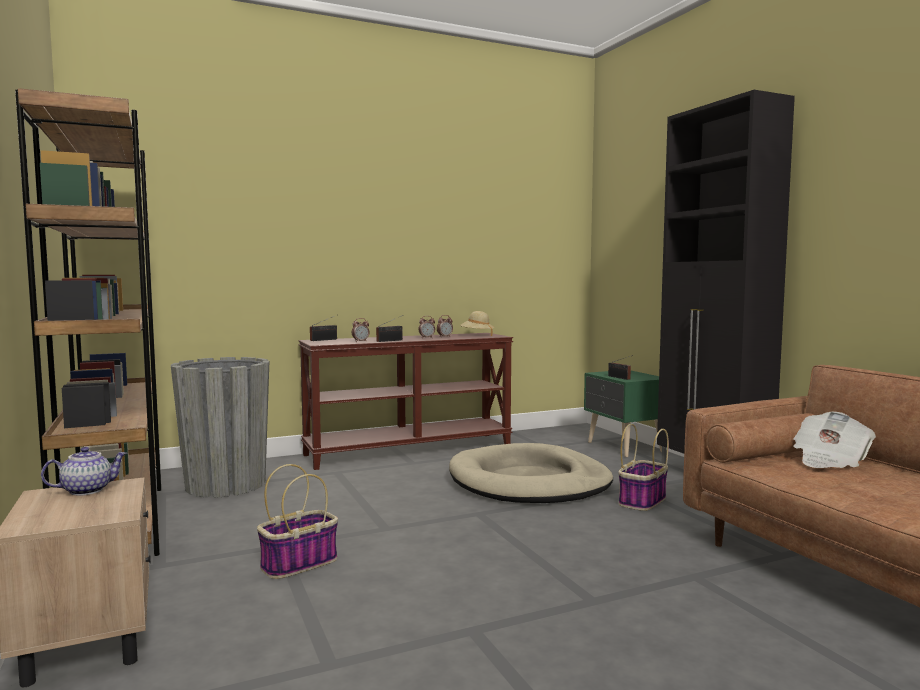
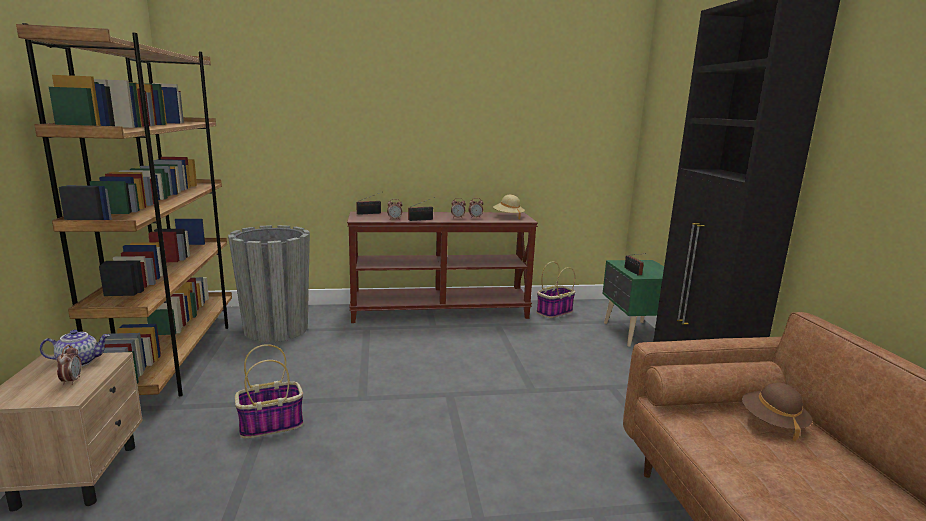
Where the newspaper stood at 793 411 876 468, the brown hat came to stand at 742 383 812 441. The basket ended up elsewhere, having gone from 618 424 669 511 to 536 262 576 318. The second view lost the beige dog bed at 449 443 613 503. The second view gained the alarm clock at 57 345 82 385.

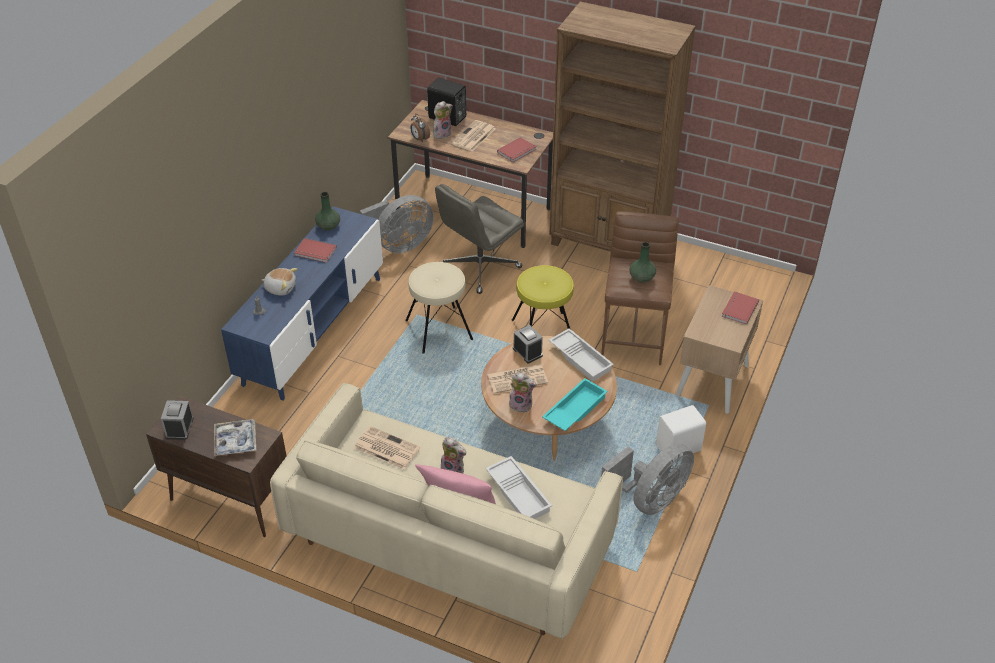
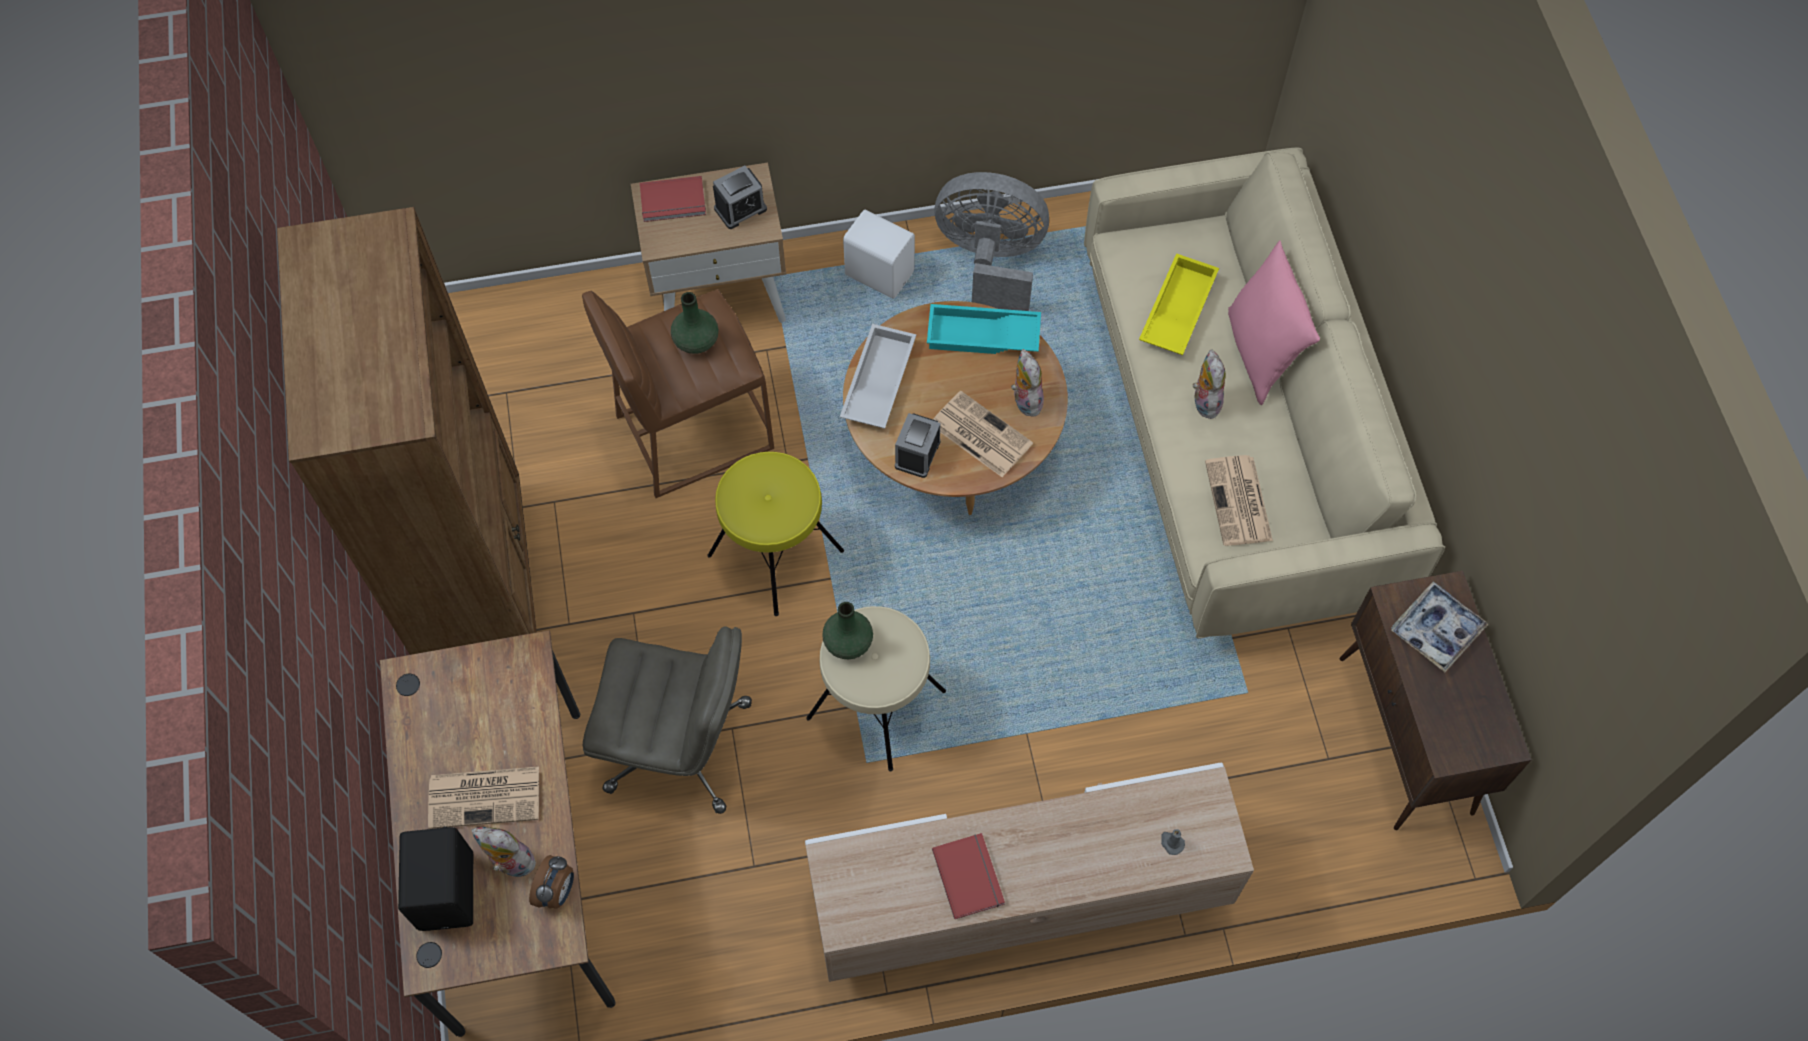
The second view lost the red book at 497 137 537 162. The green vase ended up elsewhere, having gone from 315 192 340 231 to 822 602 873 659. The second view lost the grey fan at 360 195 434 253. What was the blue tv stand at 221 206 383 400 turned into the beige tv stand at 805 763 1254 982. The second view lost the plush toy at 262 268 297 296. The alarm clock ended up elsewhere, having gone from 161 400 194 440 to 713 165 767 229. What was the white tray at 486 456 552 519 turned into the yellow tray at 1139 253 1219 355.

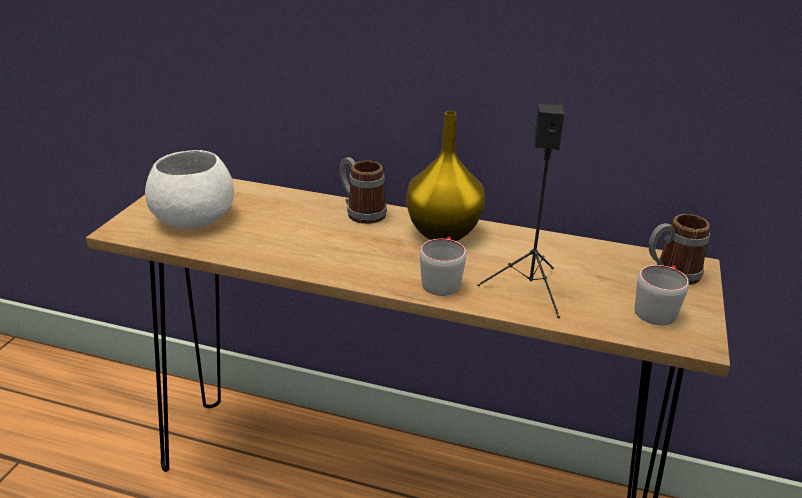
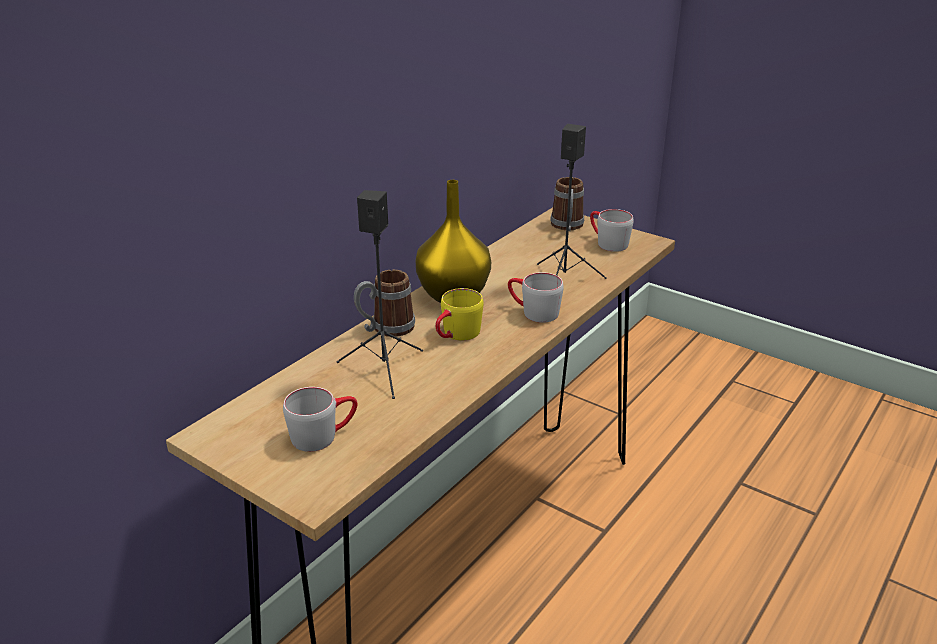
Where the white bowl stood at 145 150 234 229, the grey mug came to stand at 283 387 357 452. The second view gained the black speaker at 336 190 423 399. The second view gained the yellow mug at 435 288 484 340.

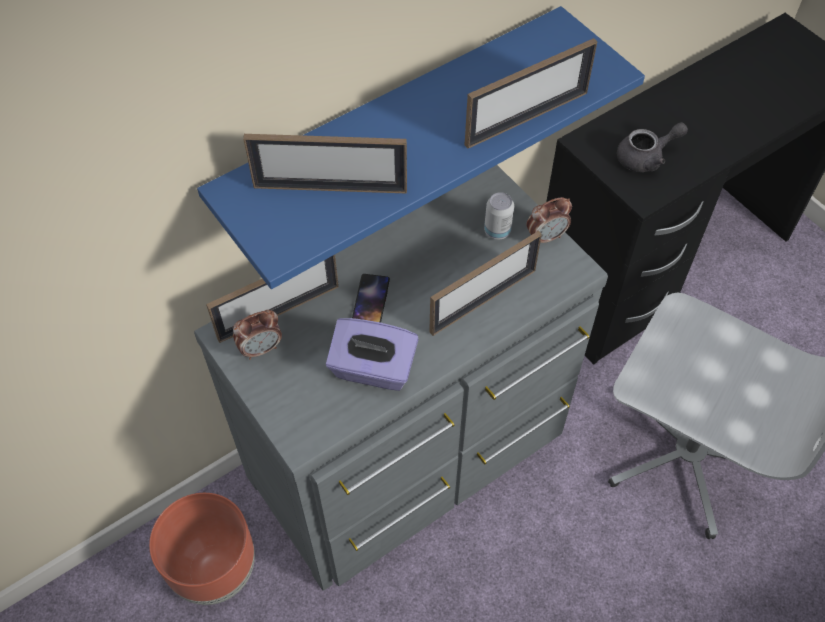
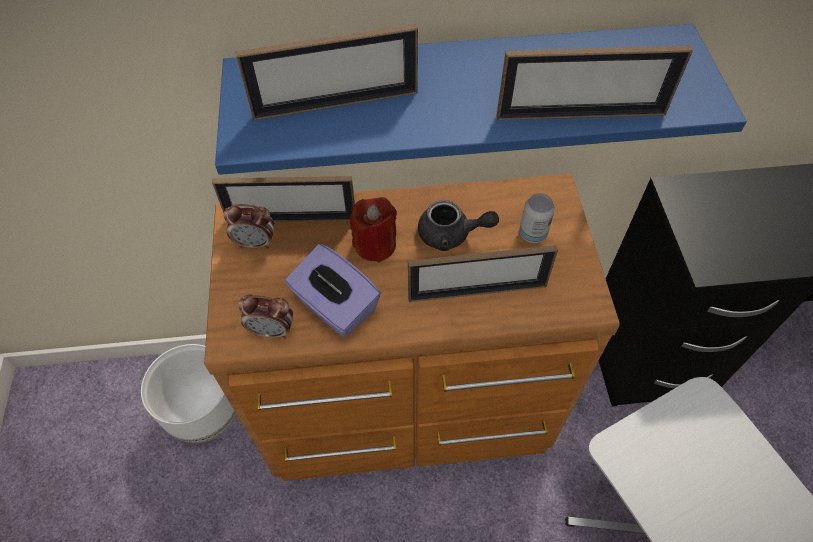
The grey teapot ended up elsewhere, having gone from 617 122 688 172 to 418 200 499 251. The picture frame at 243 134 407 193 ended up facing another way, 45 degrees counterclockwise from before. What was the grey dresser at 194 165 608 591 turned into the brown dresser at 204 174 620 481. The alarm clock ended up elsewhere, having gone from 526 197 572 243 to 238 295 293 338. Where the phone stood at 352 274 390 323, the red candle came to stand at 350 197 397 262. What was the brown planter at 149 493 255 605 turned into the white planter at 141 344 237 443.

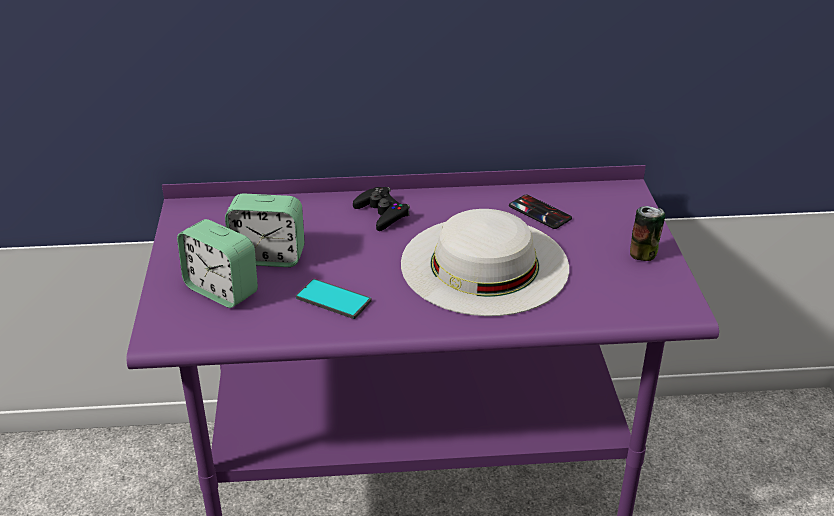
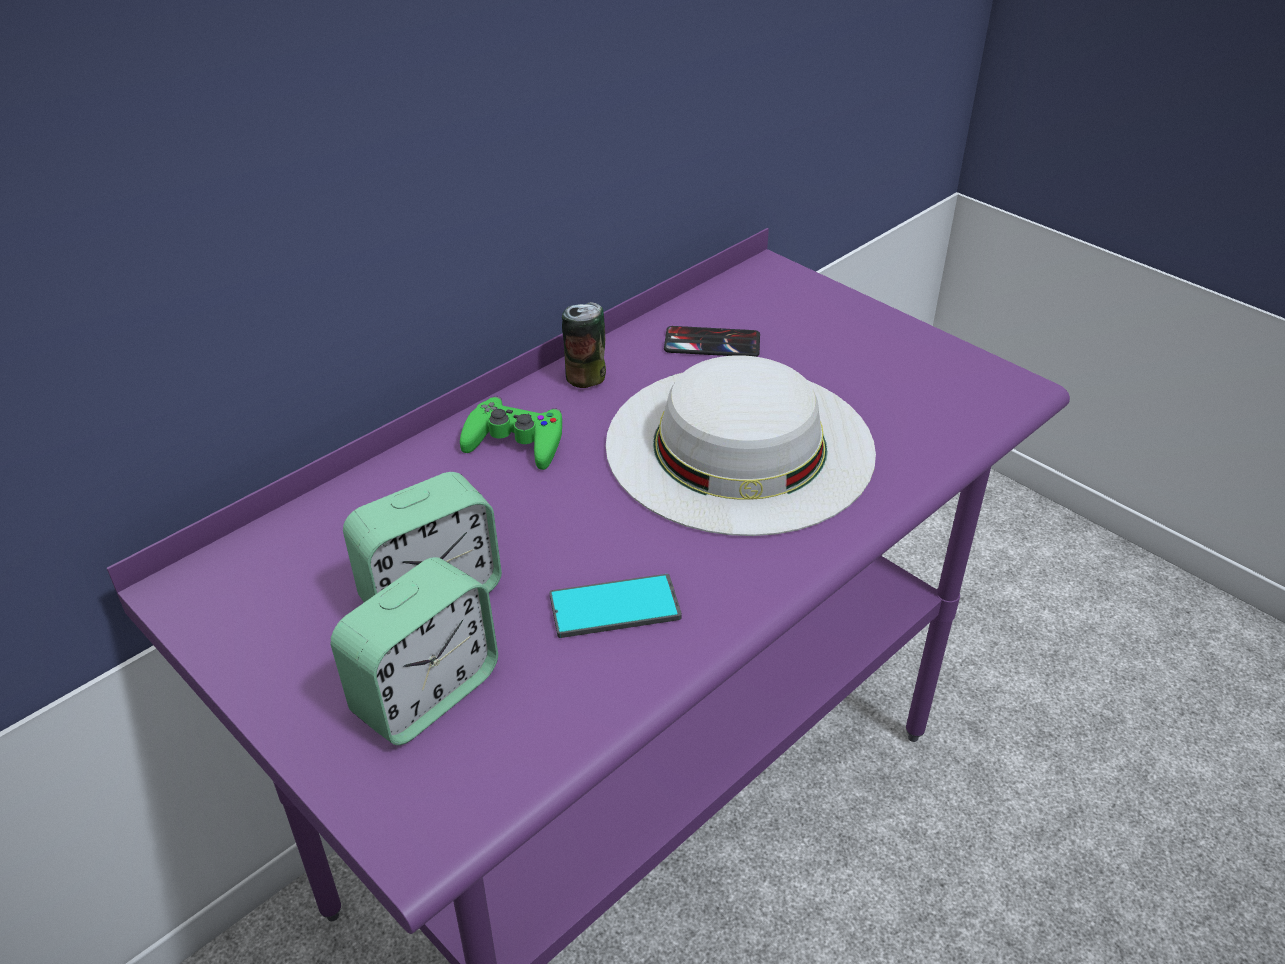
What was the black game controller at 353 187 410 231 turned into the green game controller at 460 396 562 470. The can ended up elsewhere, having gone from 630 206 665 261 to 562 302 606 388. The alarm clock at 177 219 258 308 ended up facing another way, 45 degrees counterclockwise from before.

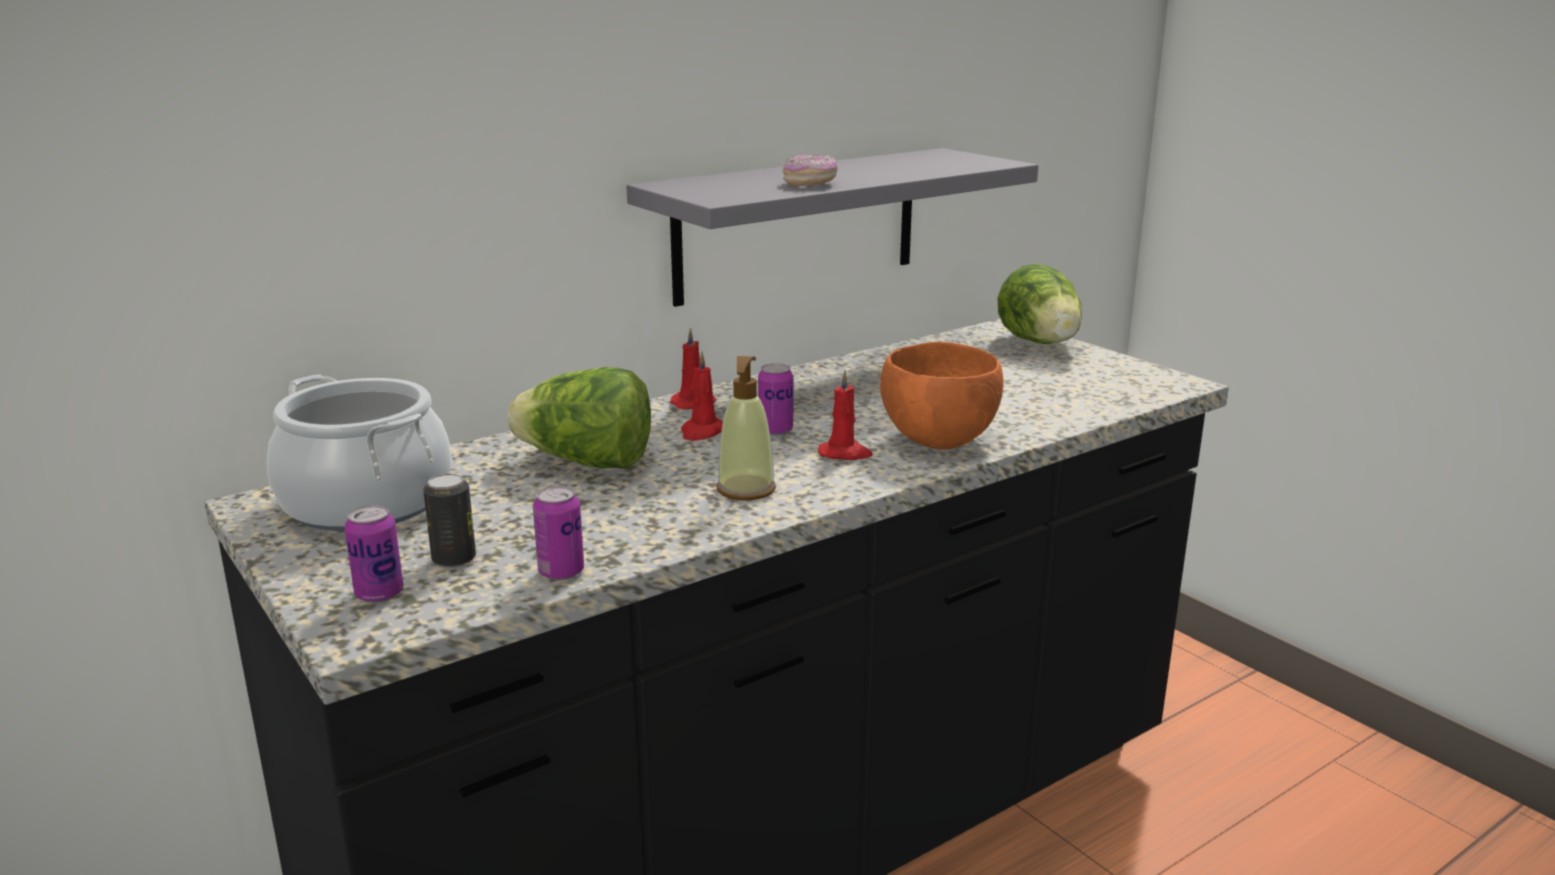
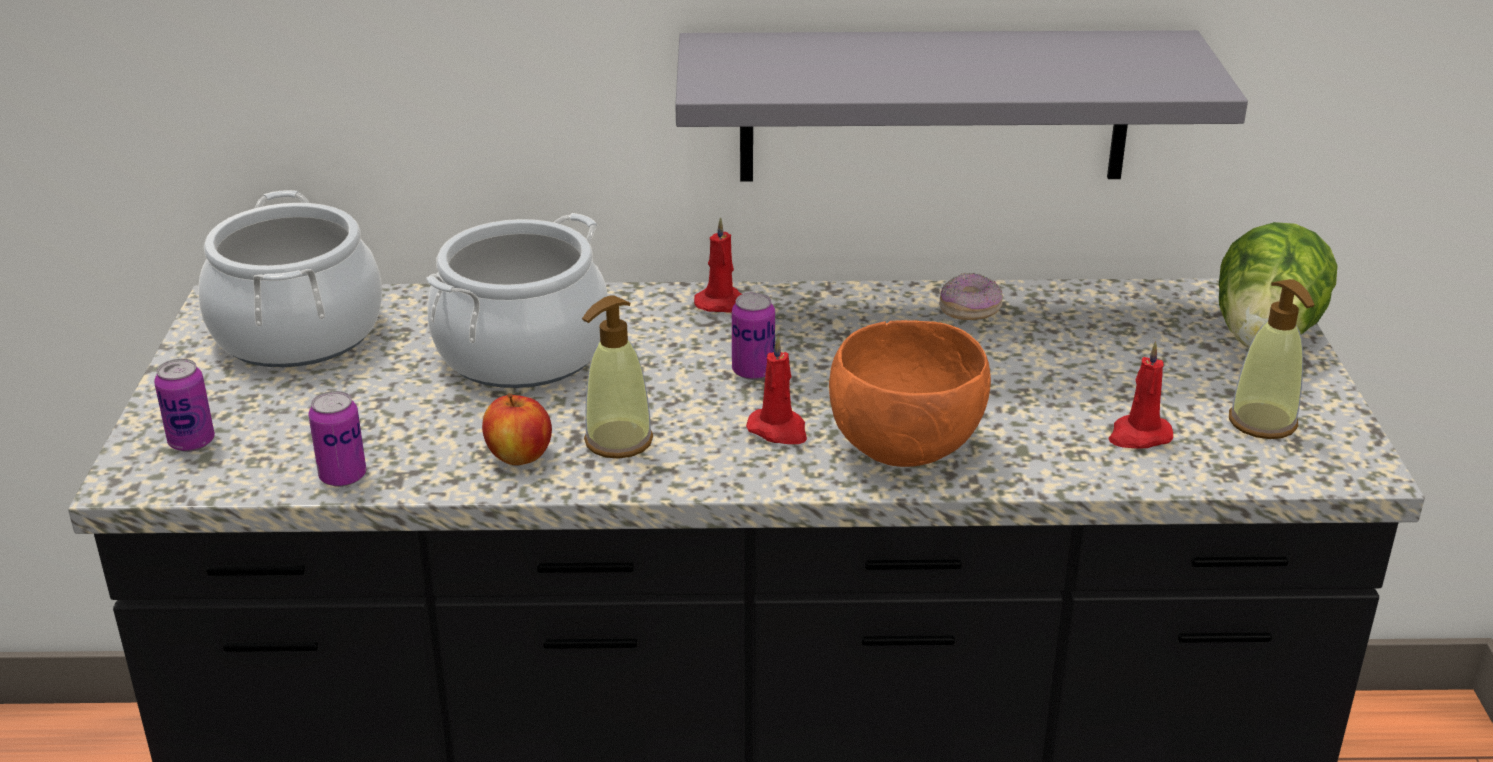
The donut ended up elsewhere, having gone from 782 154 838 186 to 939 273 1003 320. The red candle ended up elsewhere, having gone from 681 351 723 441 to 1108 341 1173 448. Where the lettuce stood at 507 367 651 469, the cooking pot came to stand at 426 213 608 388. The second view lost the can at 423 474 476 568. The second view gained the soap dispenser at 1229 279 1314 439. The second view gained the apple at 482 393 552 465.

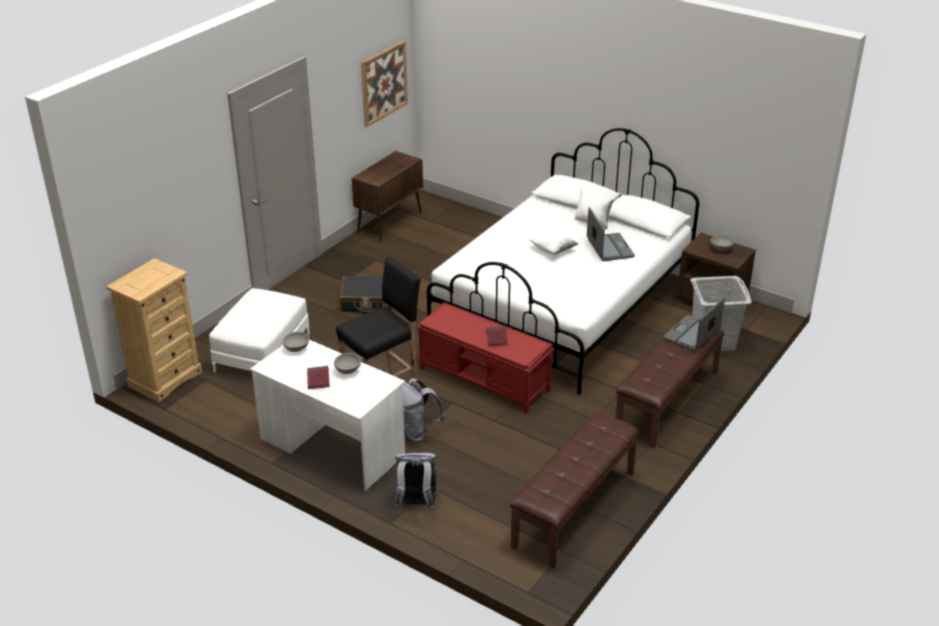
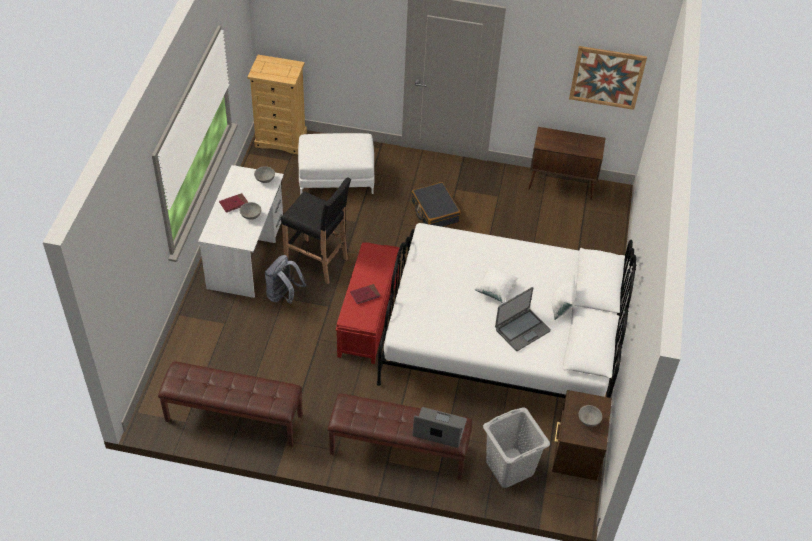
The second view lost the grey backpack at 393 453 439 510.

